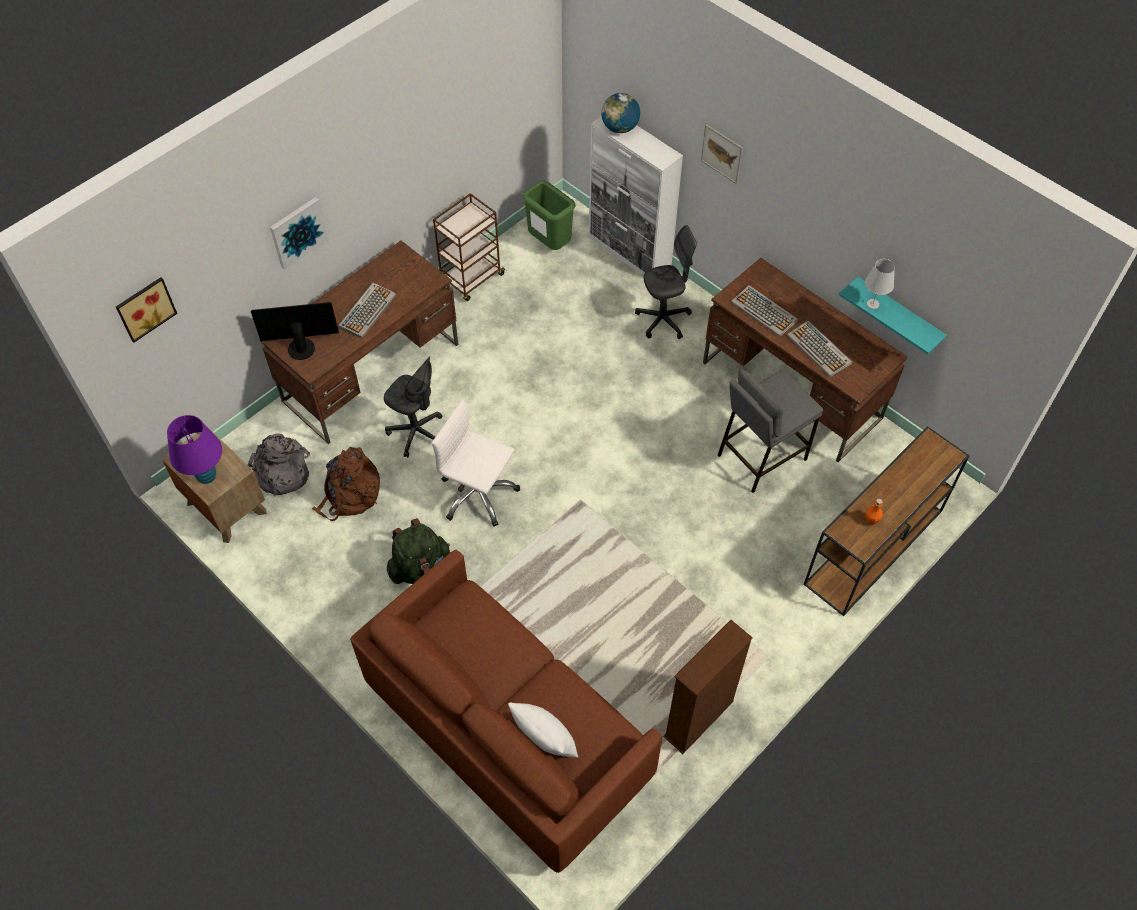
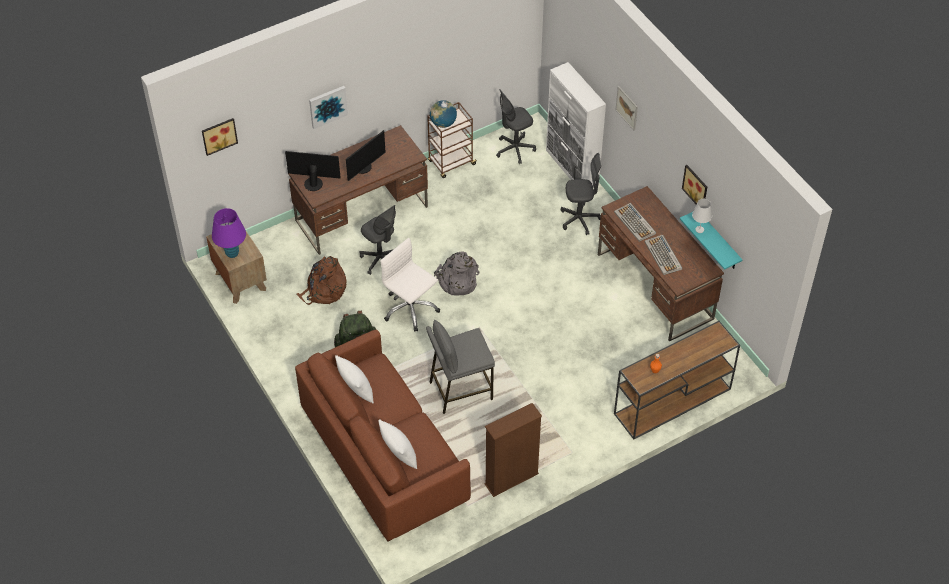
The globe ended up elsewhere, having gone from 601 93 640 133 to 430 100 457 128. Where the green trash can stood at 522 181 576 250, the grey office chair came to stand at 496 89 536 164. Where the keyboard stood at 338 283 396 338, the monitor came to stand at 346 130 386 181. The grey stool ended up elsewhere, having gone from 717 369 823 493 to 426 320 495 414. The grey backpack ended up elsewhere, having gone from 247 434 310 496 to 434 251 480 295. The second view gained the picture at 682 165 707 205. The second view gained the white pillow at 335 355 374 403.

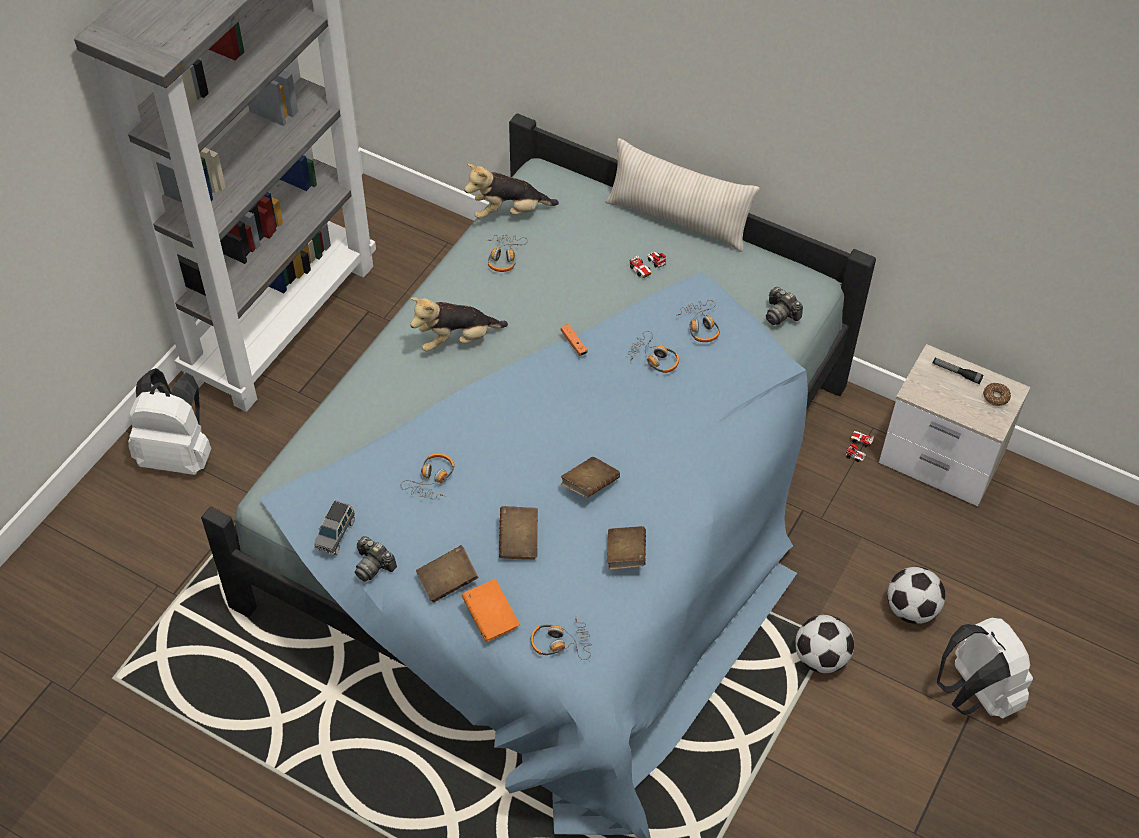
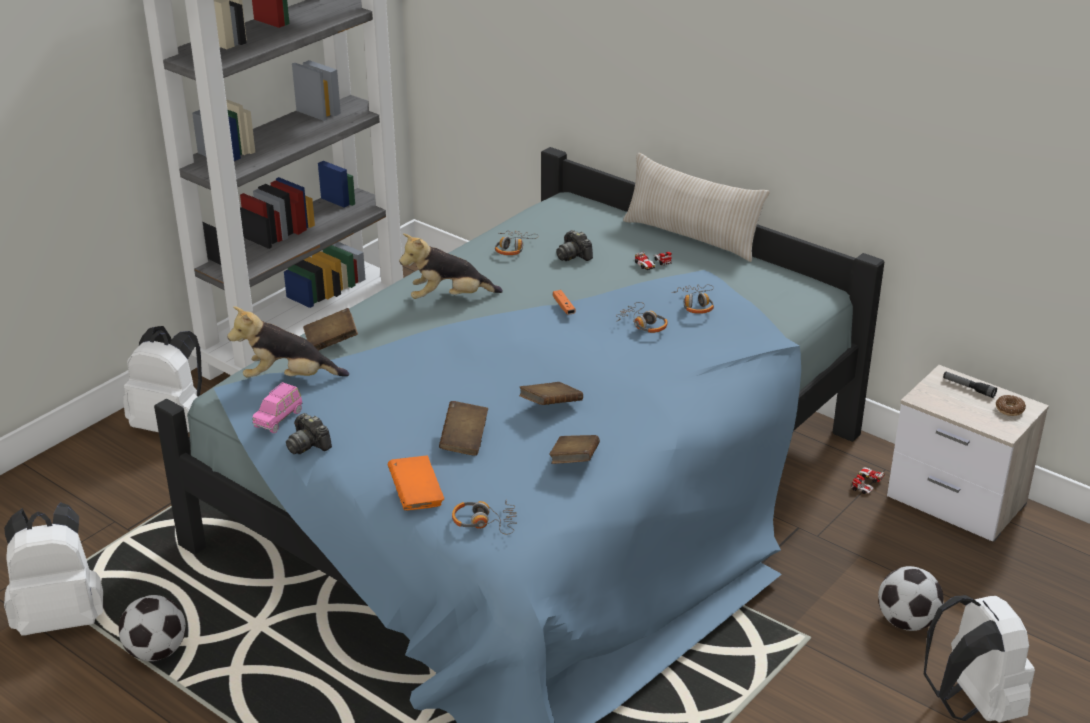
The plush toy ended up elsewhere, having gone from 464 164 559 219 to 227 306 349 378. The photo camera ended up elsewhere, having gone from 766 287 803 325 to 556 230 593 261. The second view lost the headphones at 401 453 454 500. What was the grey toy car at 314 500 355 555 turned into the pink toy car at 252 382 302 433. The brown book ended up elsewhere, having gone from 416 545 478 602 to 303 308 358 351. The football ended up elsewhere, having gone from 796 615 854 673 to 119 595 186 661. The second view gained the white backpack at 4 502 103 636.

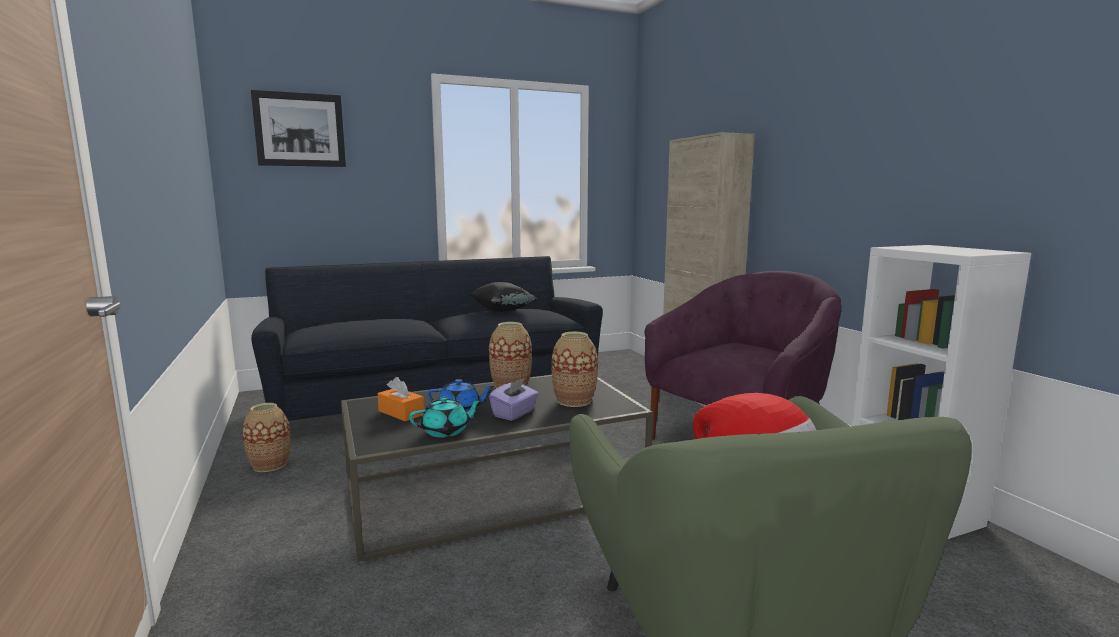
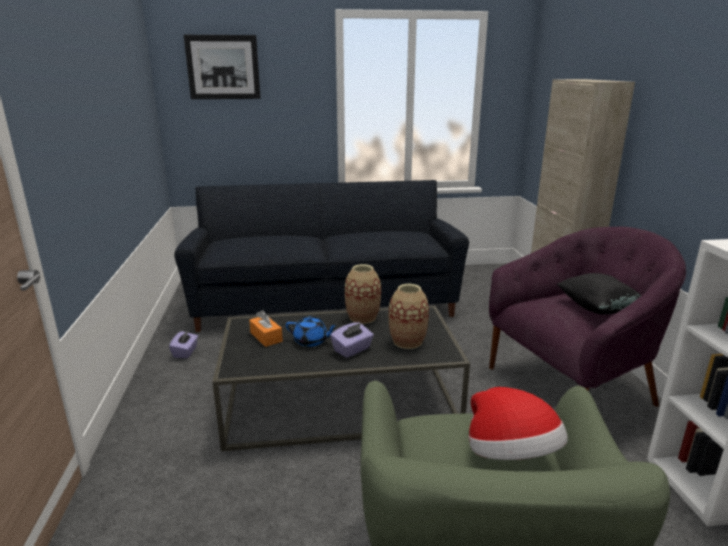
The black pillow ended up elsewhere, having gone from 469 282 537 312 to 557 273 642 315. The second view lost the turquoise teapot at 409 397 482 437. Where the vase stood at 243 403 291 472, the purple tissue box came to stand at 169 329 198 358.

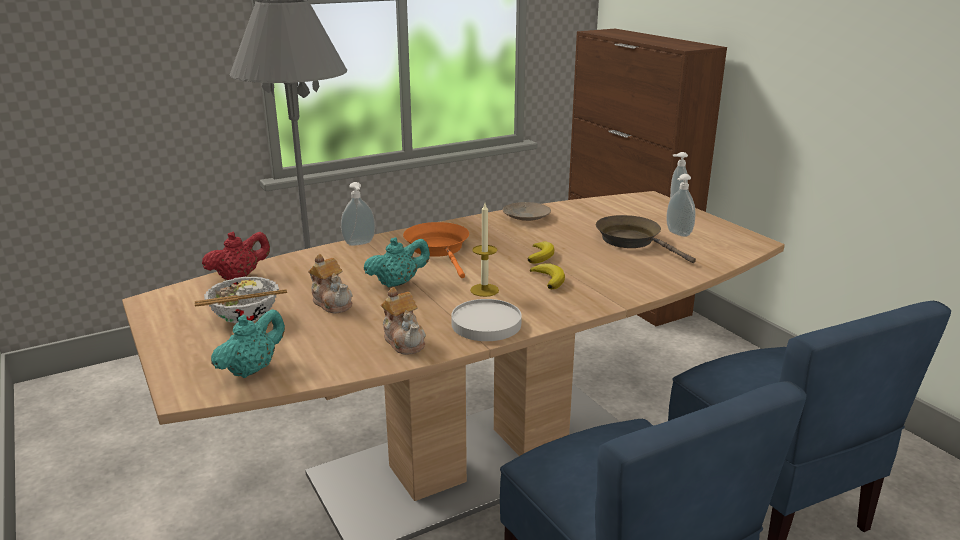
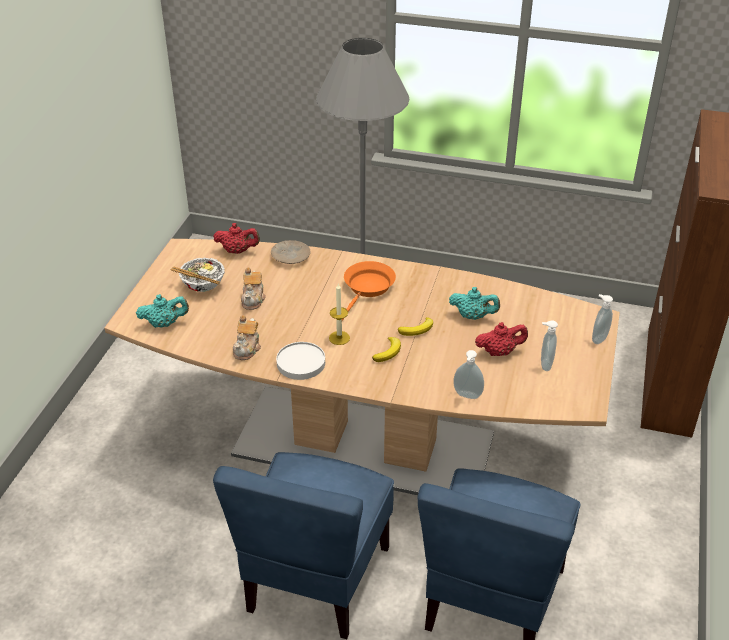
The soap dispenser ended up elsewhere, having gone from 341 182 375 246 to 453 350 484 399. The beige plate ended up elsewhere, having gone from 503 202 551 221 to 271 240 311 264. Where the brown frying pan stood at 596 215 696 263, the red teapot came to stand at 475 322 528 356. The turquoise teapot ended up elsewhere, having gone from 364 237 430 288 to 449 287 500 320.

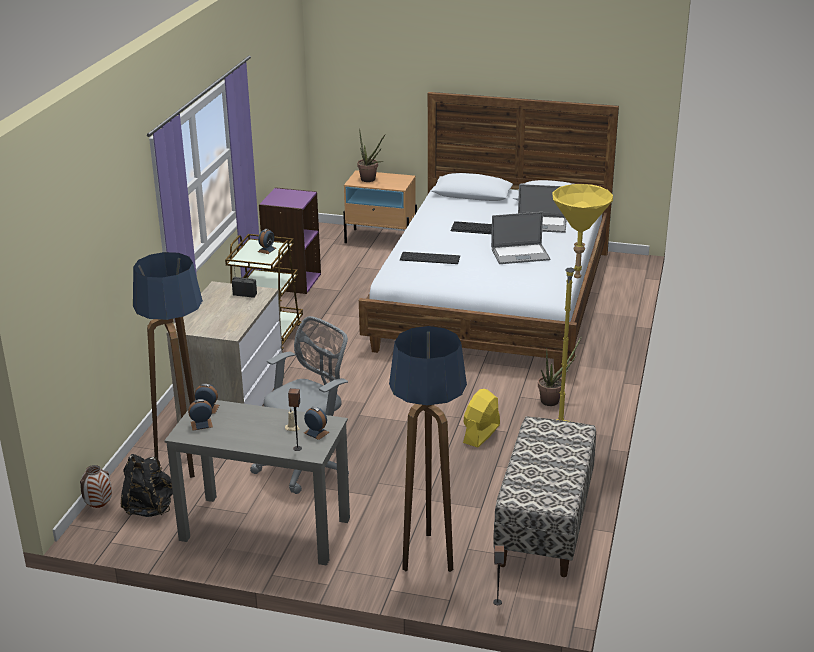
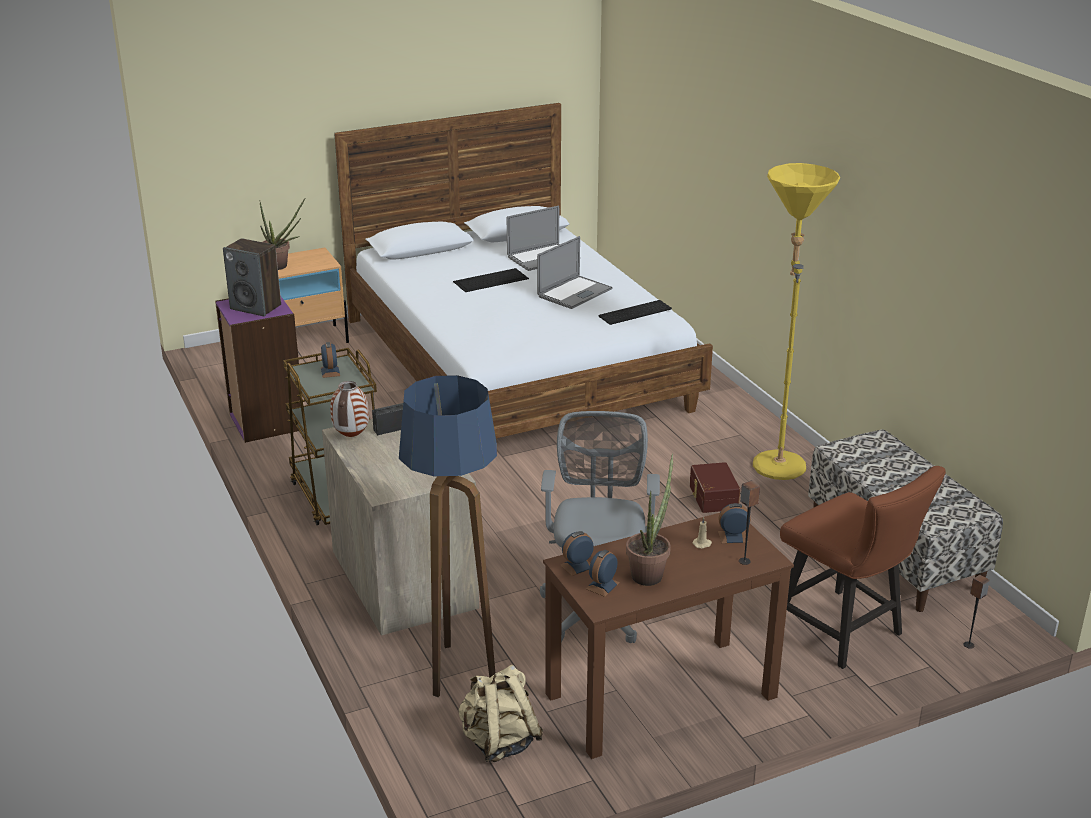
The keyboard ended up elsewhere, having gone from 400 252 460 264 to 598 300 672 325. Where the floor lamp stood at 389 326 467 572, the brown chair came to stand at 780 466 946 669. The potted plant ended up elsewhere, having gone from 538 336 582 406 to 626 454 673 586. Where the yellow fan stood at 463 389 500 448, the brown storage box came to stand at 690 462 740 513. What was the grey desk at 164 400 350 566 turned into the brown desk at 543 513 794 759. What was the black backpack at 121 454 173 517 turned into the beige backpack at 458 665 543 762. The vase ended up elsewhere, having gone from 80 465 112 508 to 330 381 369 437. The second view gained the speaker at 223 238 281 316.

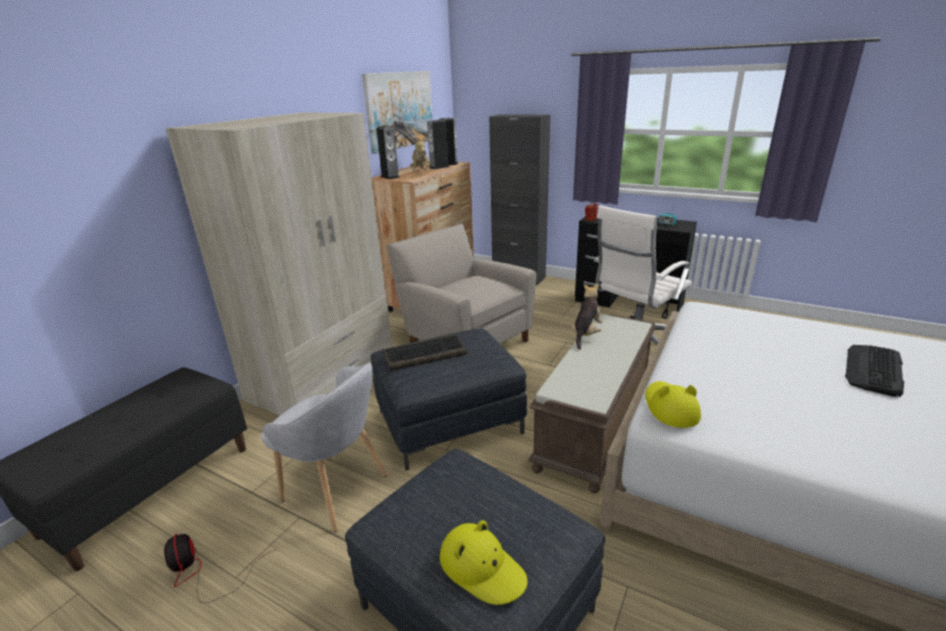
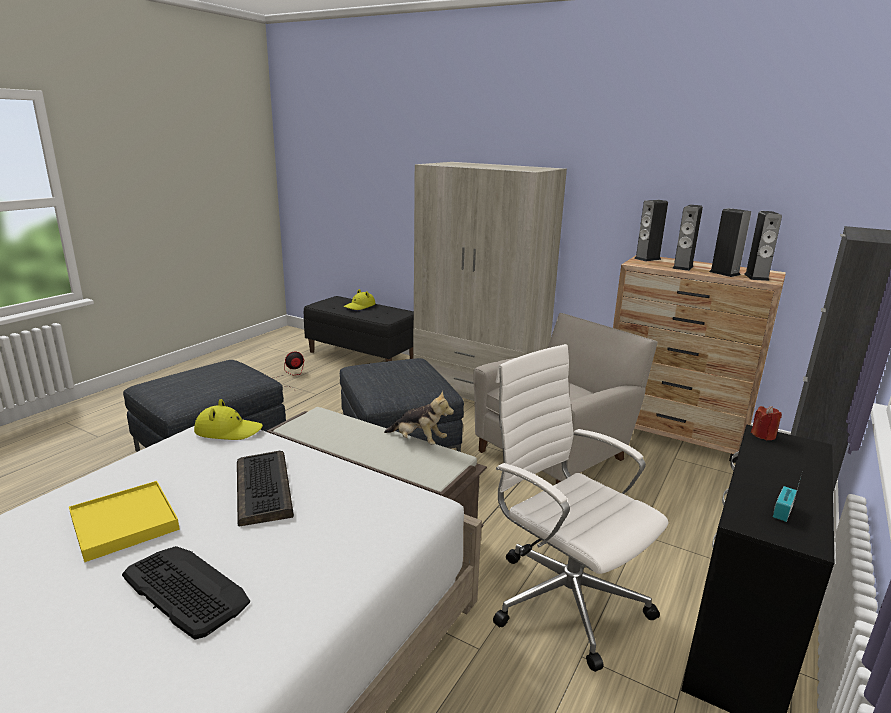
The second view lost the picture at 362 71 433 154. Where the plush toy stood at 410 138 430 170, the speaker came to stand at 672 205 703 271. The keyboard ended up elsewhere, having gone from 383 335 467 371 to 237 451 294 527. The second view lost the grey armchair at 261 362 388 532. The yellow hat ended up elsewhere, having gone from 440 520 528 605 to 344 289 375 310. The second view gained the yellow tray at 69 481 180 562.

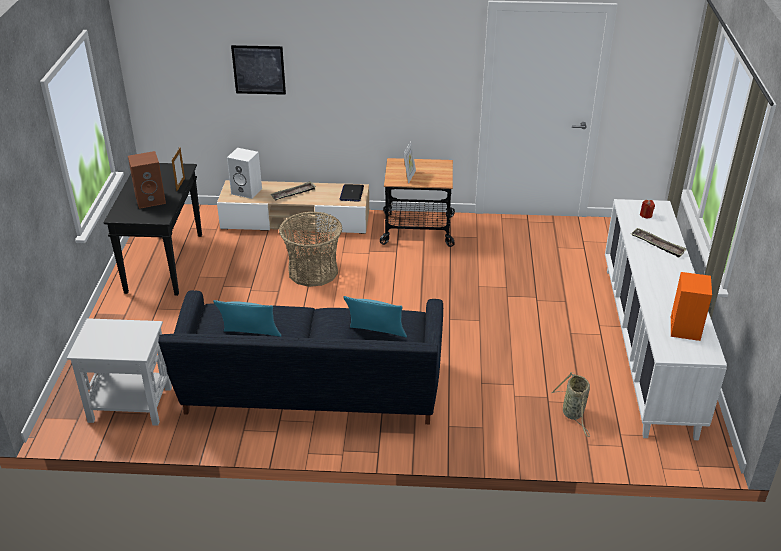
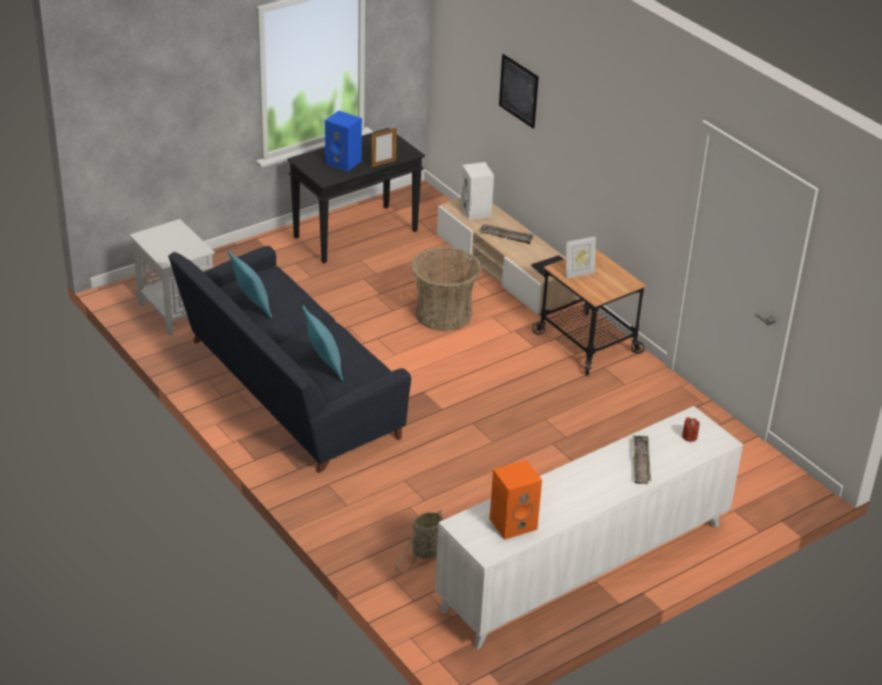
What was the brown speaker at 128 151 166 209 turned into the blue speaker at 325 111 362 171.

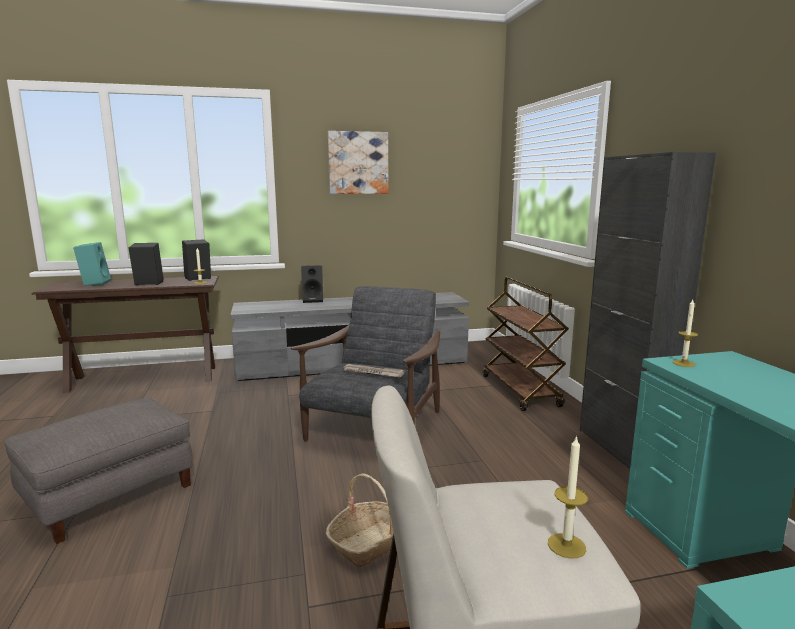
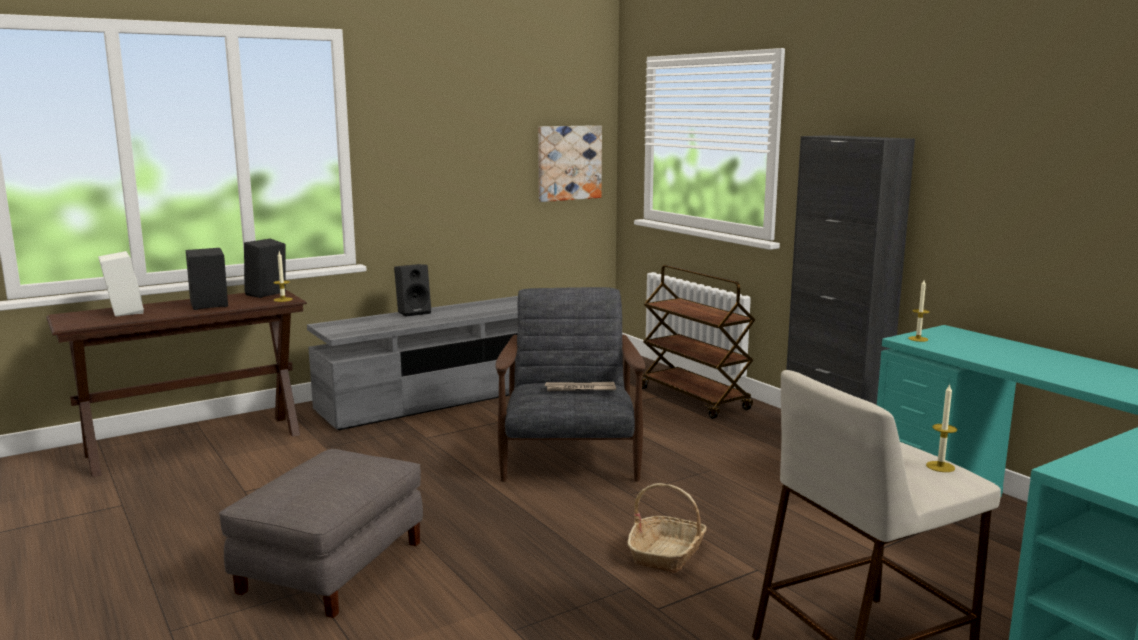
The picture ended up elsewhere, having gone from 328 131 389 194 to 538 125 602 202. What was the turquoise speaker at 73 242 111 286 turned into the white speaker at 98 251 144 317.

